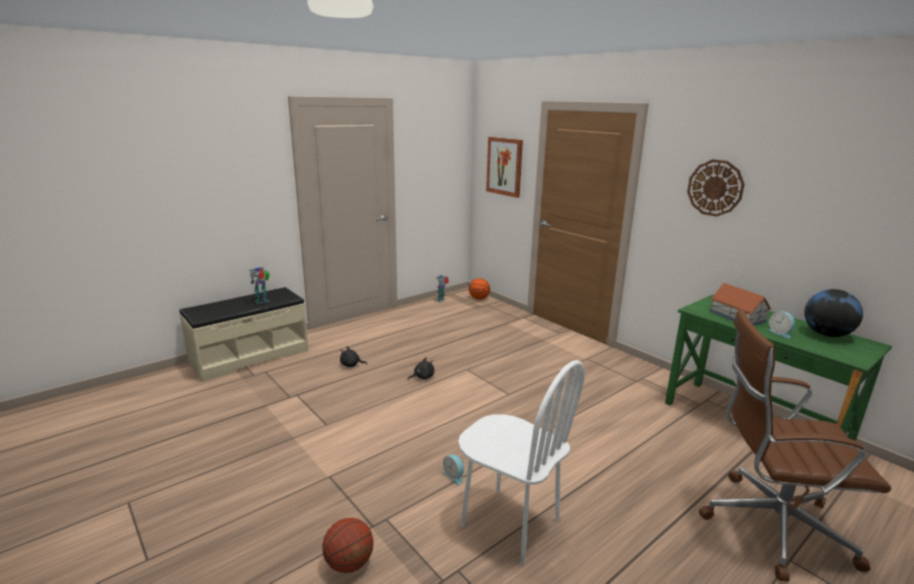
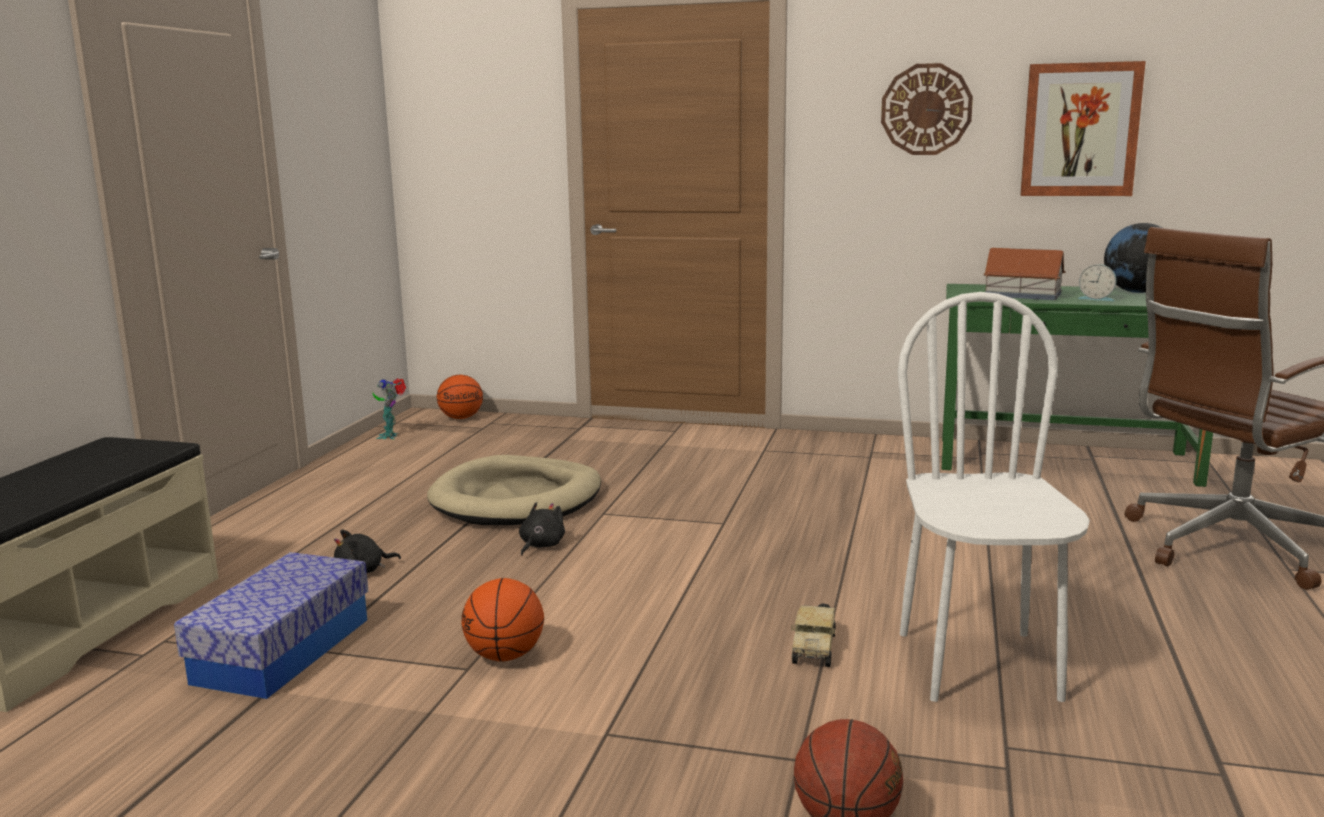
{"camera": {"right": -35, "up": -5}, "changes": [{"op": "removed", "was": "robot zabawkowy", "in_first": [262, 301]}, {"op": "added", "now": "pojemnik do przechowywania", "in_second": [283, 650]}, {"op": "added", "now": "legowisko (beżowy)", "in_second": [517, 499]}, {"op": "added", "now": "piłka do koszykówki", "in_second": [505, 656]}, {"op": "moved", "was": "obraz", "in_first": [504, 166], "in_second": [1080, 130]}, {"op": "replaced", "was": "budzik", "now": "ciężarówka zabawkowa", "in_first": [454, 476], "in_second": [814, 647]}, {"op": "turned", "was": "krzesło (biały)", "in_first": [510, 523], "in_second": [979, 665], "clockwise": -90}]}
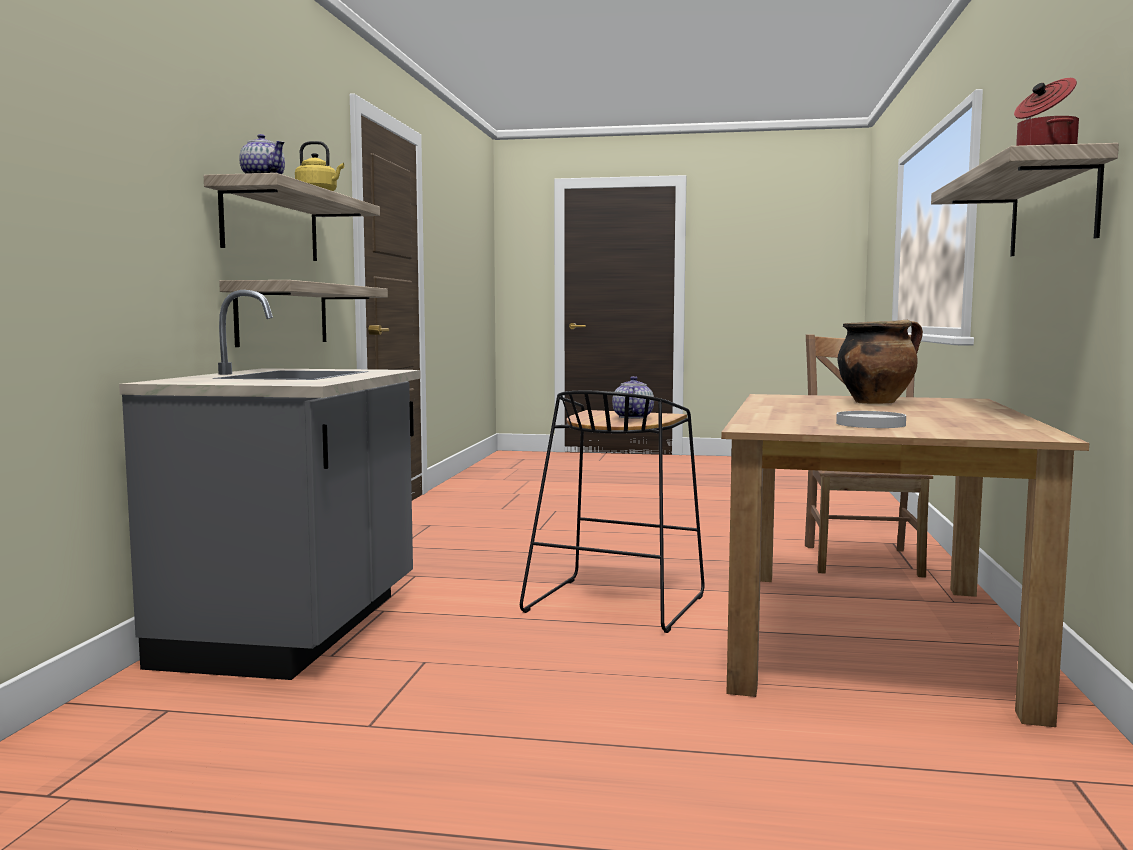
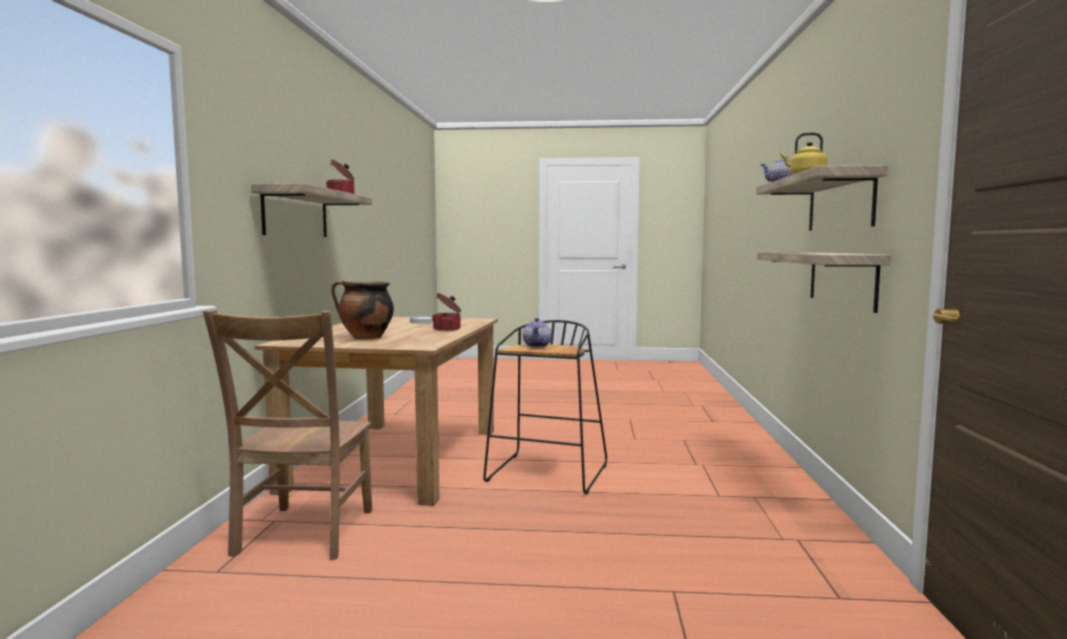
{"camera": {"right": 175, "up": 0}, "changes": [{"op": "removed", "was": "zabudowa kuchenna (szary)", "in_first": [296, 629]}, {"op": "added", "now": "garnek", "in_second": [447, 329]}]}
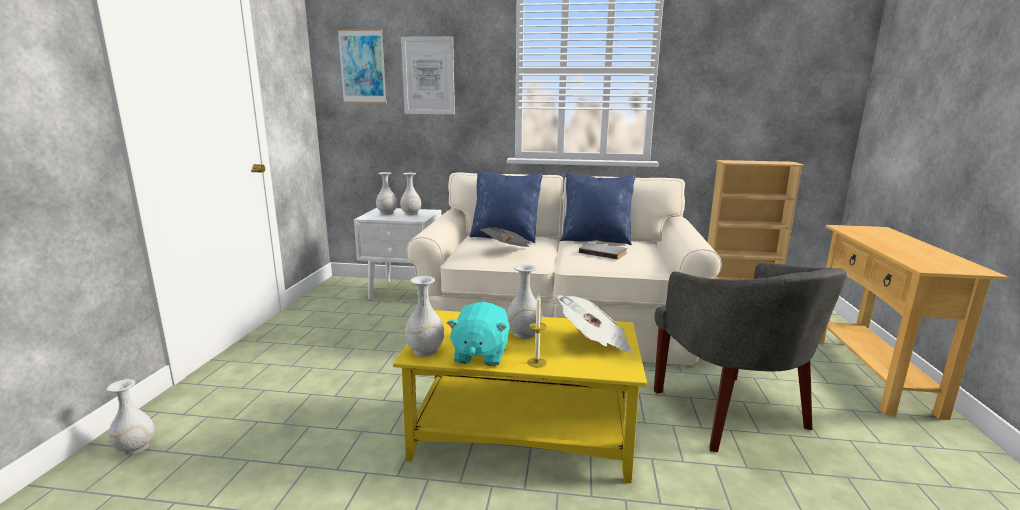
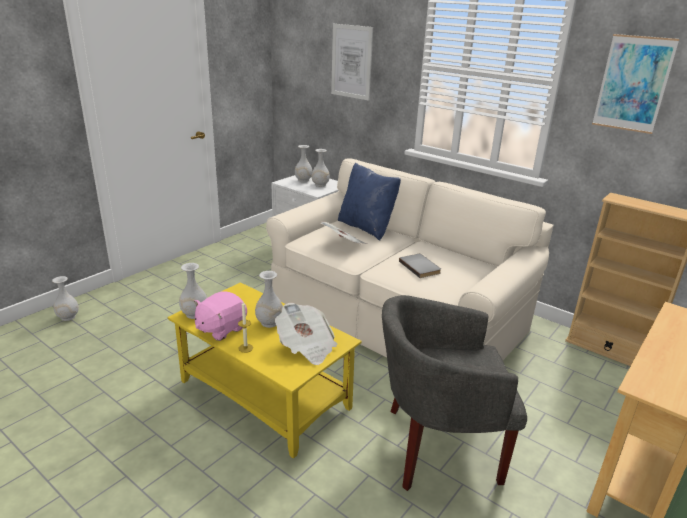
{"camera": {"right": 30, "up": 10}, "changes": [{"op": "removed", "was": "poduszka (niebieski)", "in_first": [596, 240]}, {"op": "moved", "was": "obraz", "in_first": [362, 66], "in_second": [633, 84]}, {"op": "recoloured", "was": "pluszak (turkusowy)", "now": "pluszak (różowy)", "in_first": [480, 354], "in_second": [221, 329]}, {"op": "turned", "was": "fotel (szary)", "in_first": [731, 414], "in_second": [437, 446], "clockwise": 75}]}
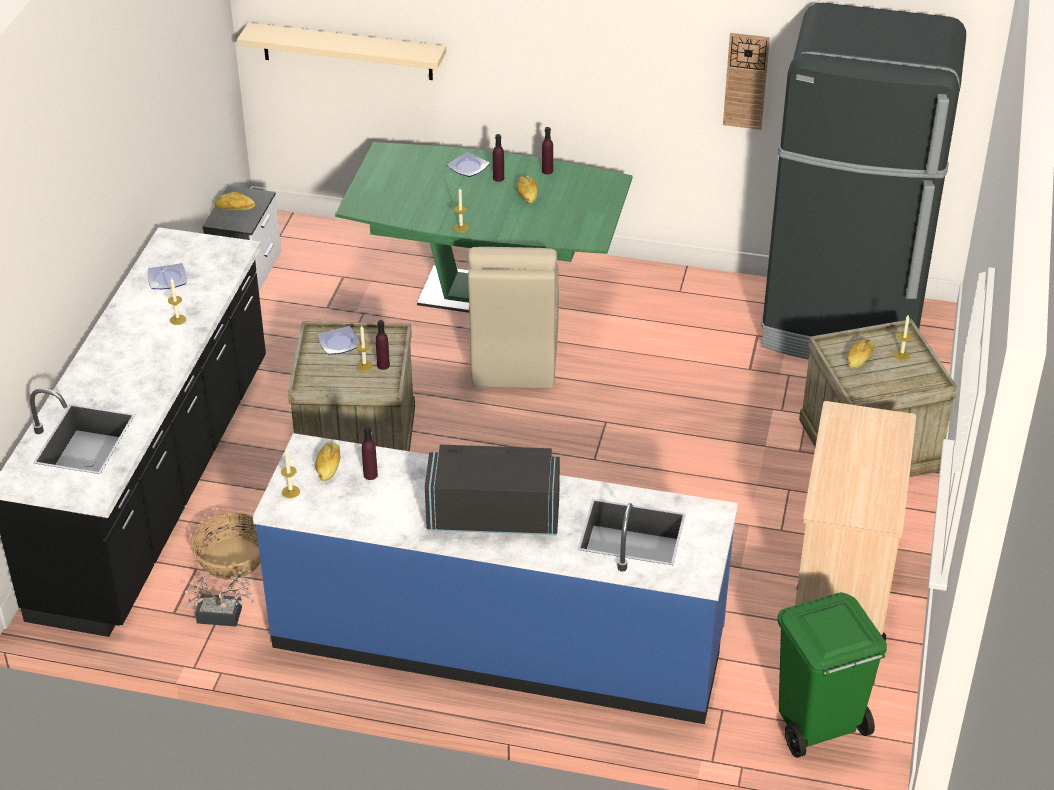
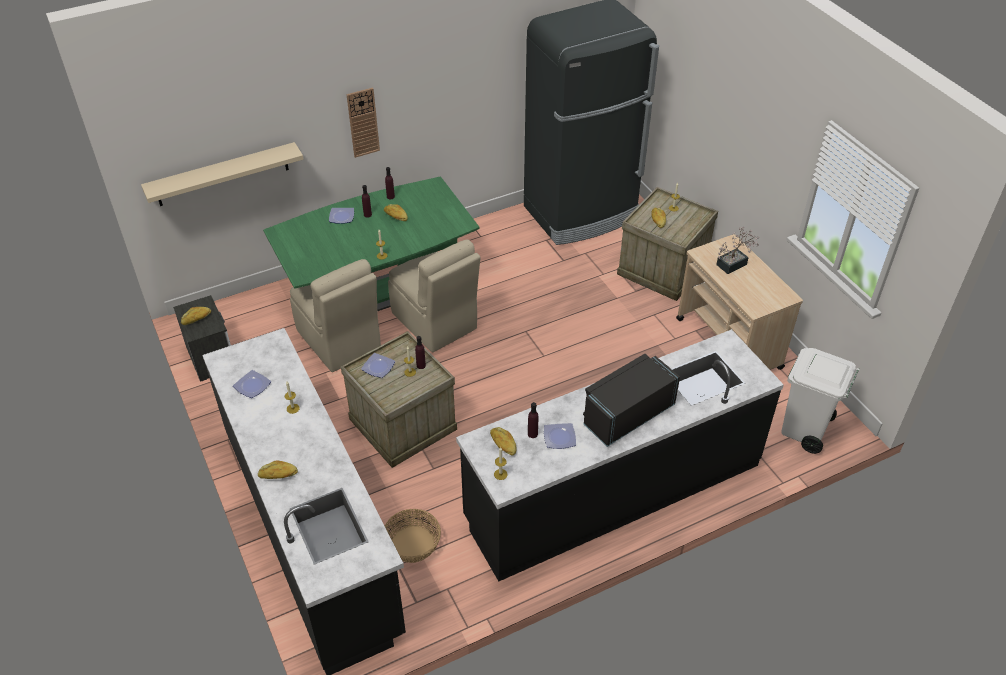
{"camera": {"right": -40, "up": 5}, "changes": [{"op": "added", "now": "chleb", "in_second": [278, 475]}, {"op": "added", "now": "krzesło (beżowy)", "in_second": [339, 341]}, {"op": "added", "now": "talerz", "in_second": [559, 437]}, {"op": "moved", "was": "roślina doniczkowa", "in_first": [225, 616], "in_second": [734, 263]}, {"op": "moved", "was": "zegar ścienny", "in_first": [746, 81], "in_second": [363, 122]}, {"op": "recoloured", "was": "zabudowa kuchenna (niebieski)", "now": "zabudowa kuchenna (czarny)", "in_first": [498, 641], "in_second": [613, 491]}, {"op": "recoloured", "was": "kosz na śmieci (zielony)", "now": "kosz na śmieci (biały)", "in_first": [818, 726], "in_second": [805, 430]}]}
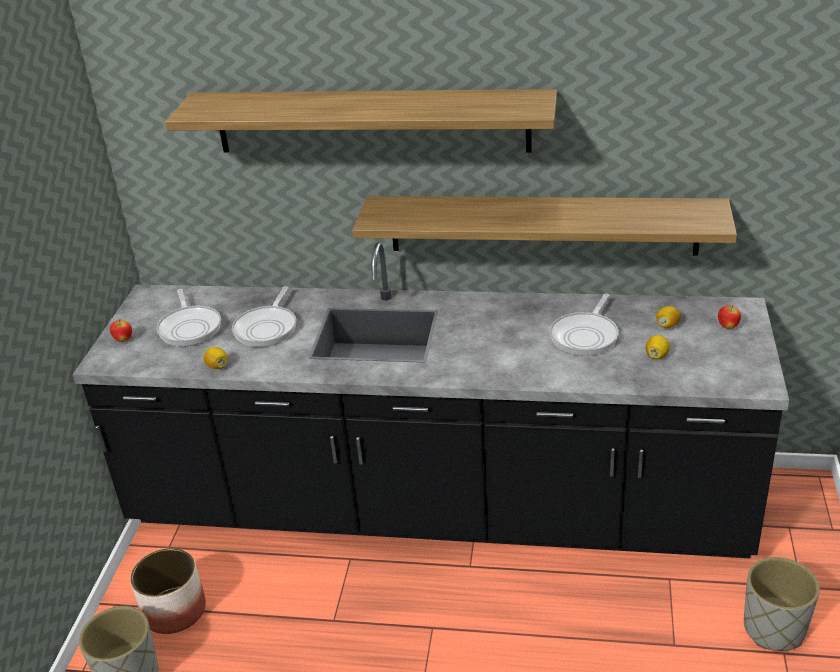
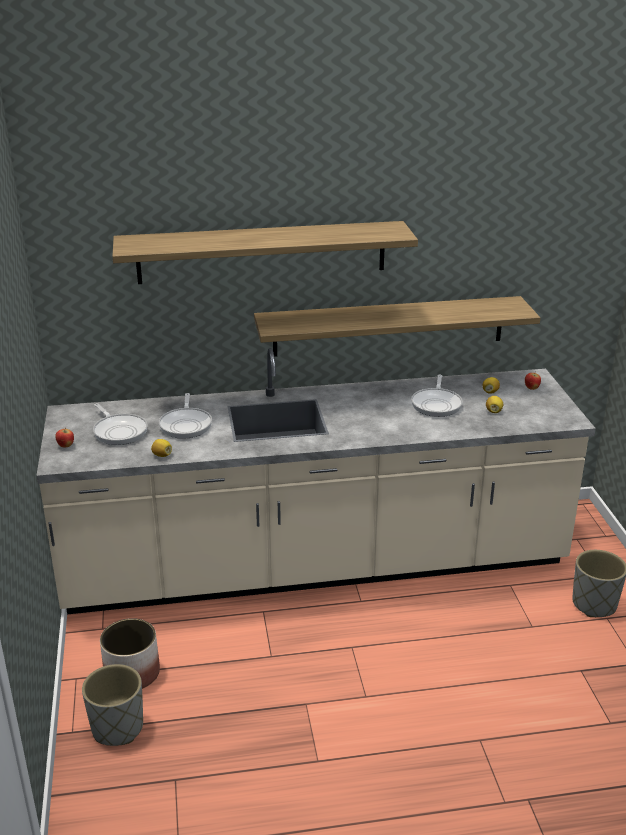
{"camera": {"right": -20, "up": -5}, "changes": [{"op": "recoloured", "was": "zabudowa kuchenna (czarny)", "now": "zabudowa kuchenna (beżowy)", "in_first": [433, 507], "in_second": [313, 565]}]}
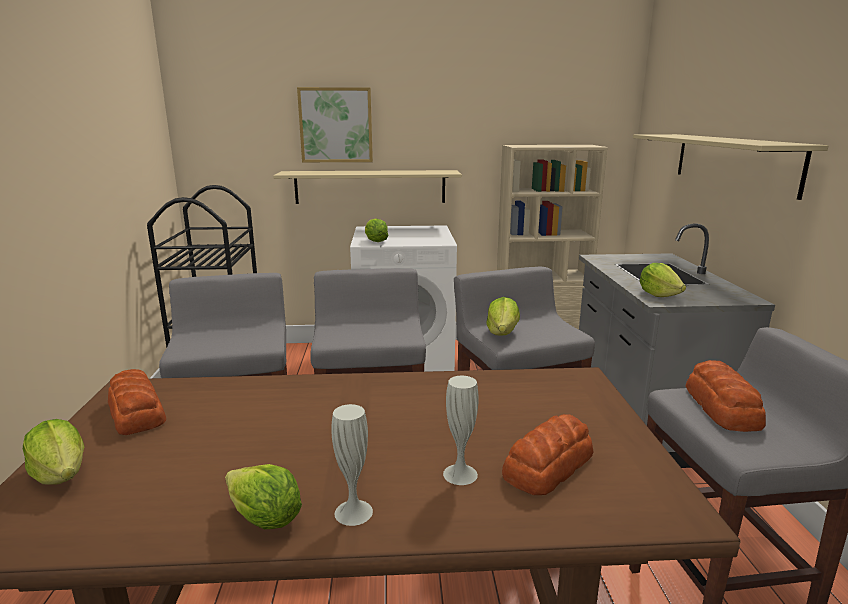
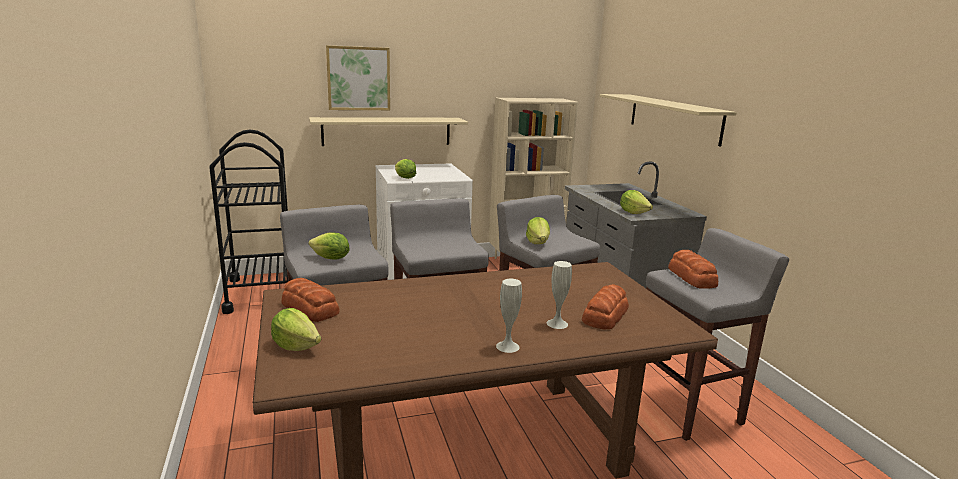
{"camera": {"right": -15, "up": 0}, "changes": [{"op": "moved", "was": "sałata", "in_first": [265, 519], "in_second": [330, 259]}]}
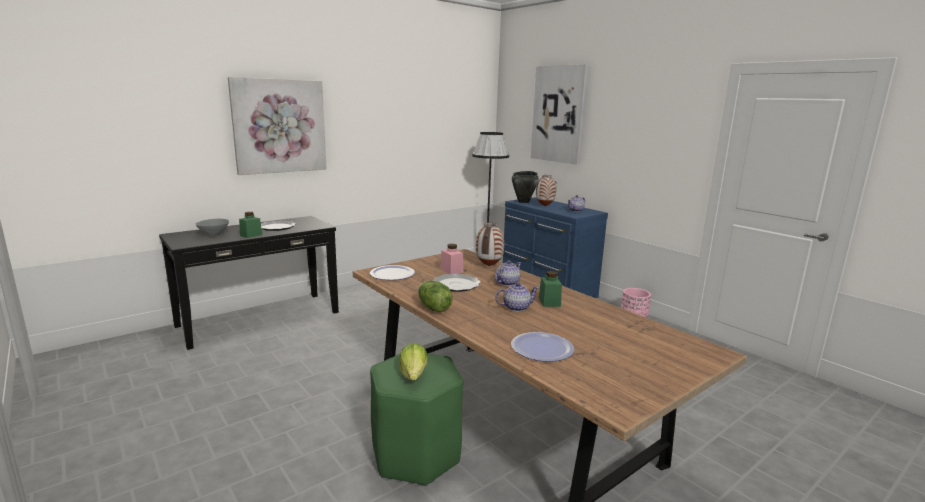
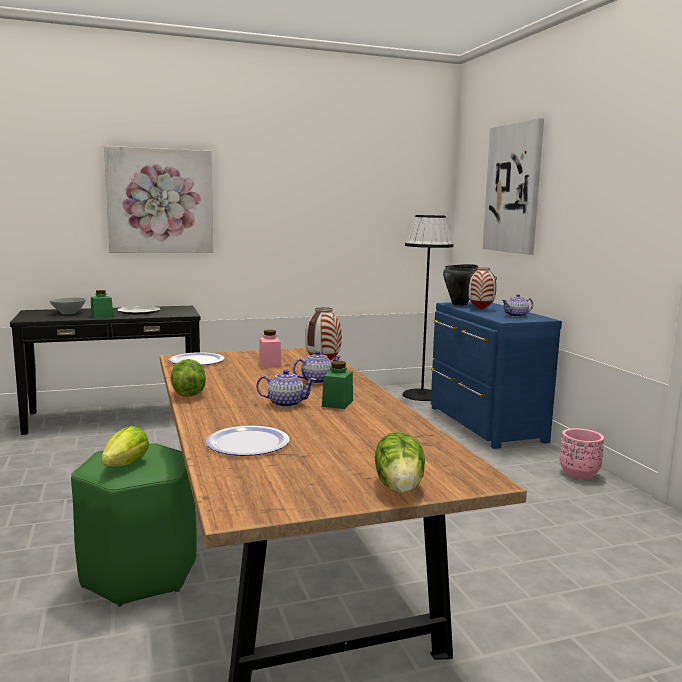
{"camera": {"right": 20, "up": -5}, "changes": [{"op": "removed", "was": "talerz", "in_first": [456, 285]}, {"op": "added", "now": "sałata", "in_second": [400, 486]}]}
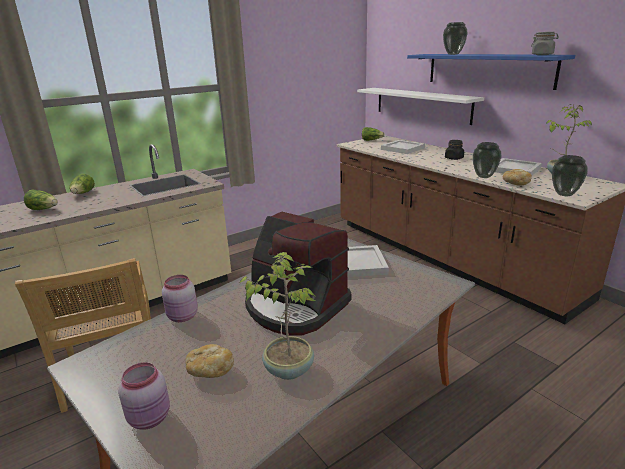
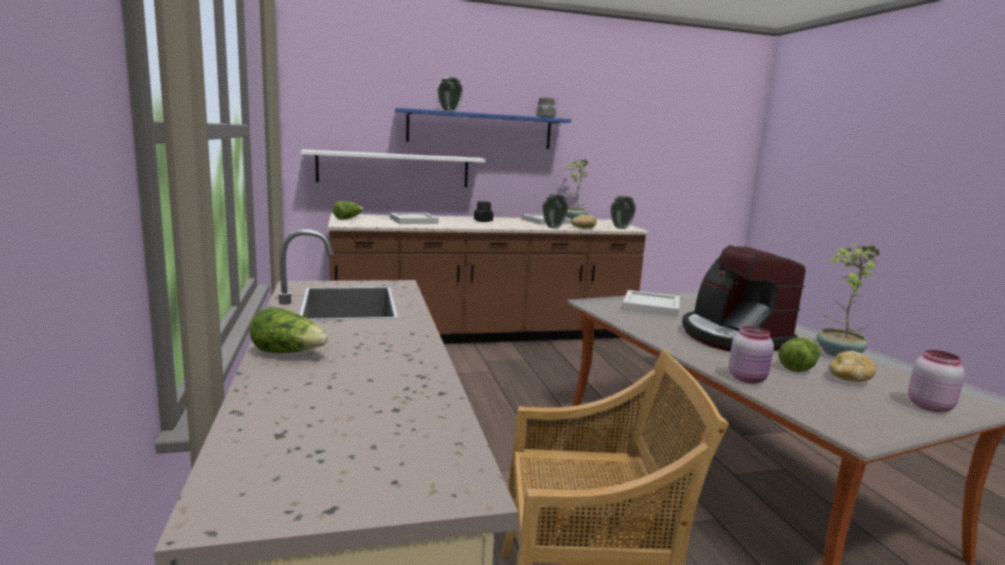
{"camera": {"right": -70, "up": -10}, "changes": [{"op": "moved", "was": "sałata", "in_first": [44, 209], "in_second": [797, 367]}, {"op": "turned", "was": "ekspres do kawy", "in_first": [295, 306], "in_second": [732, 337], "clockwise": 105}]}
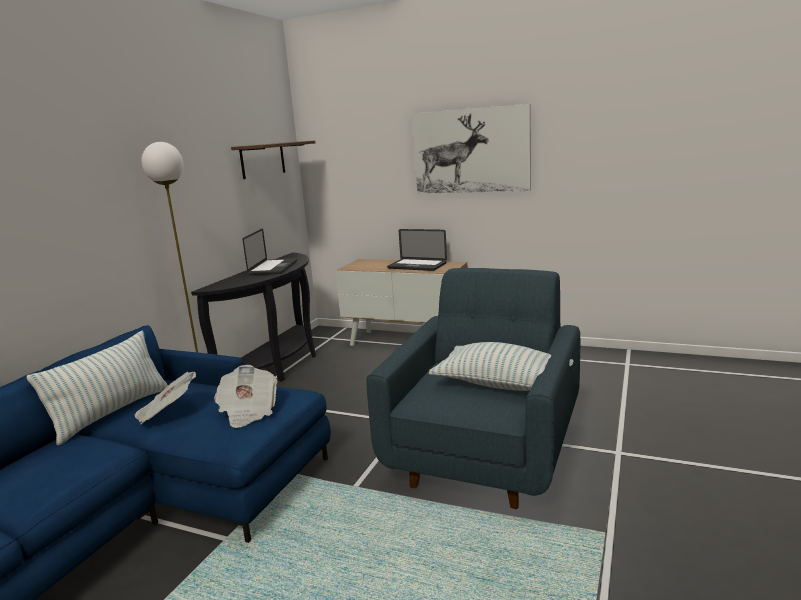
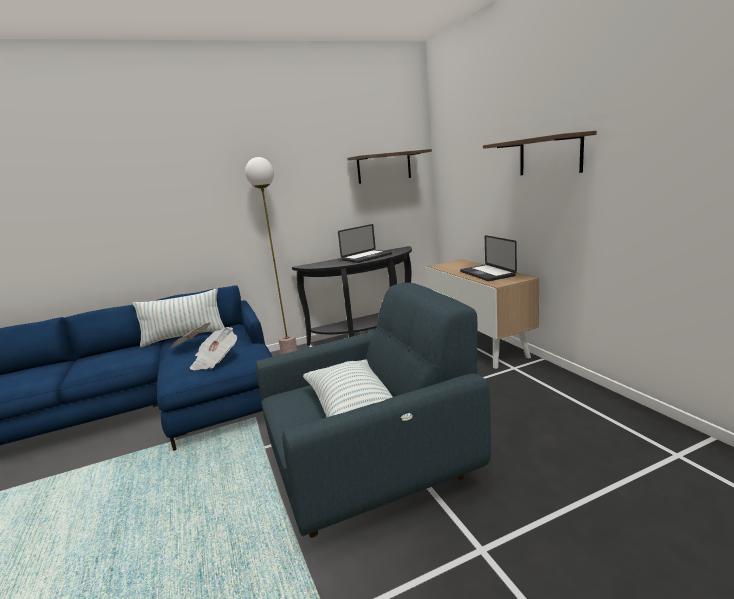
{"camera": {"right": 45, "up": 0}, "changes": [{"op": "replaced", "was": "obraz", "now": "półka", "in_first": [471, 151], "in_second": [549, 155]}]}
